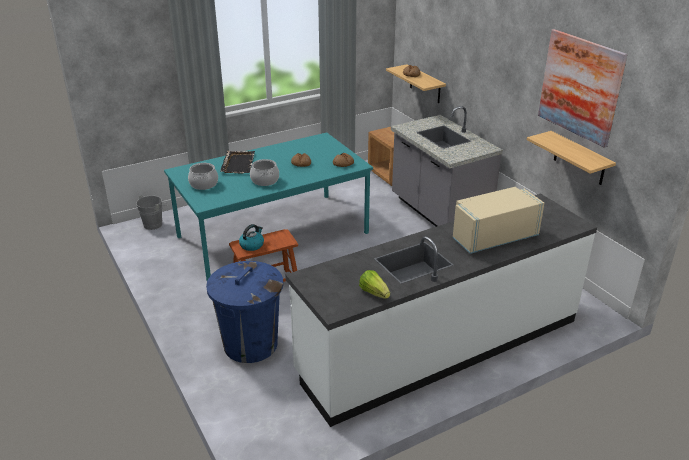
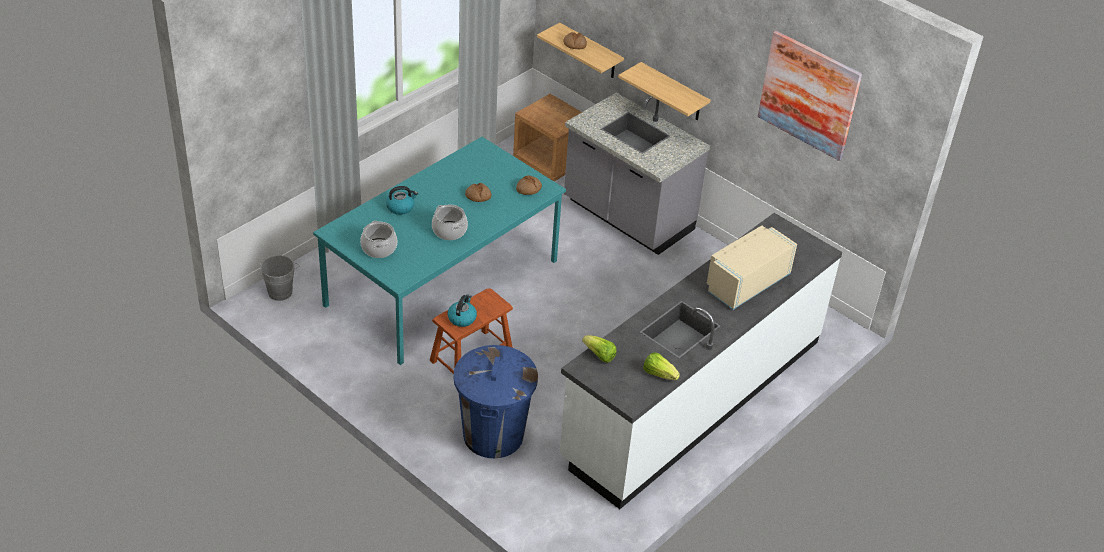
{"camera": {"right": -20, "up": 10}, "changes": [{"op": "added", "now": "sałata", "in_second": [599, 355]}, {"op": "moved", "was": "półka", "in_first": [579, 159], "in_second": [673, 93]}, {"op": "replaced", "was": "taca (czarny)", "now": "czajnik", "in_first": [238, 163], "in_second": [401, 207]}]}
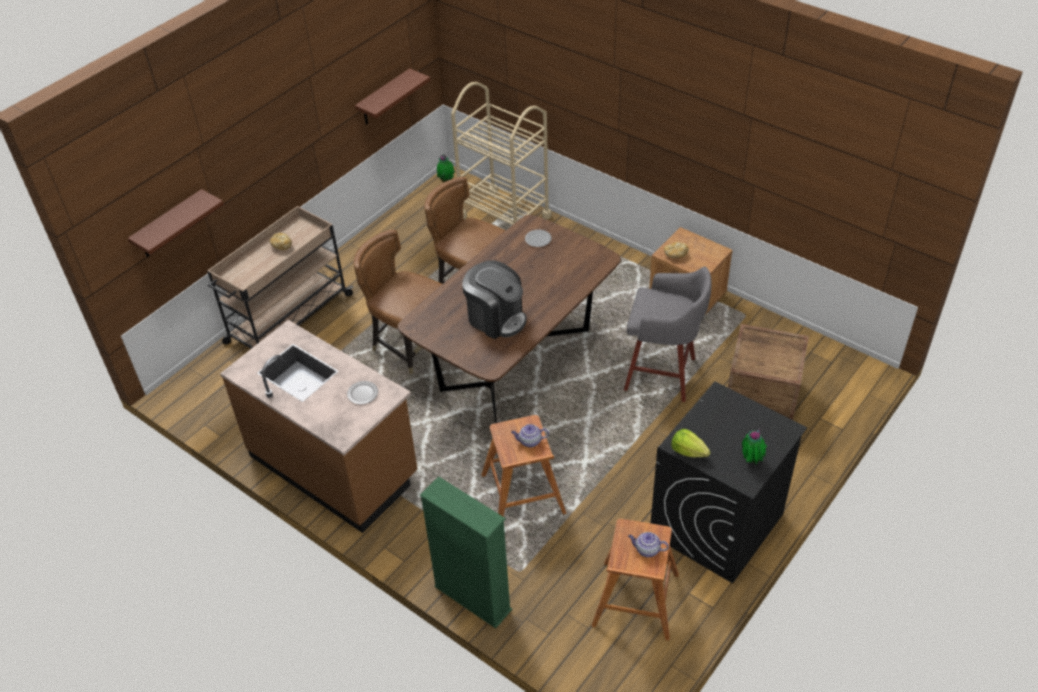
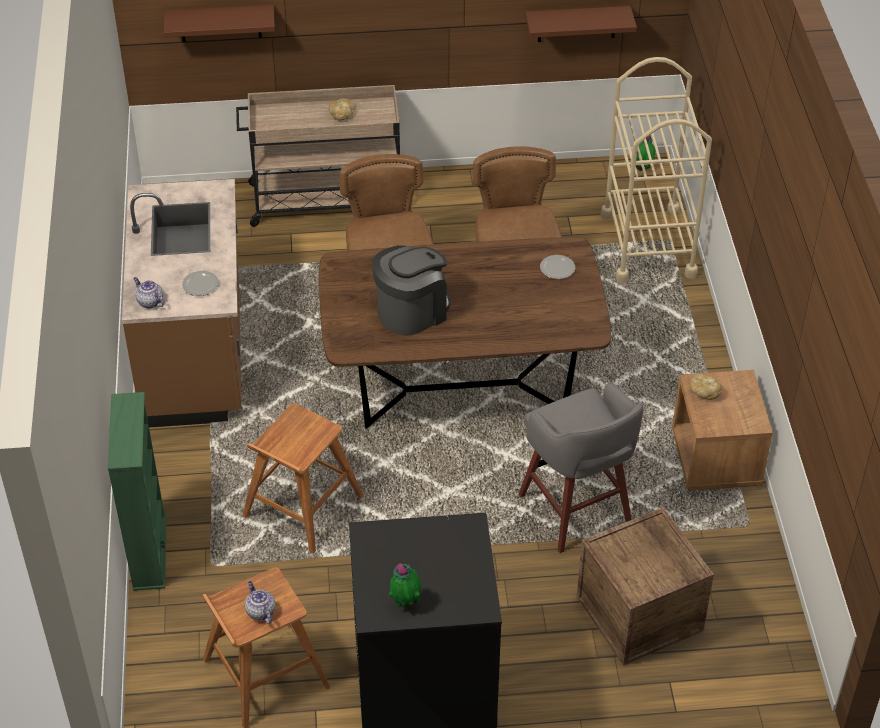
{"camera": {"right": 45, "up": 0}, "changes": [{"op": "removed", "was": "sałata", "in_first": [688, 451]}, {"op": "moved", "was": "imbryk", "in_first": [529, 441], "in_second": [149, 302]}, {"op": "turned", "was": "ekspres do kawy", "in_first": [496, 318], "in_second": [412, 311], "clockwise": -120}]}
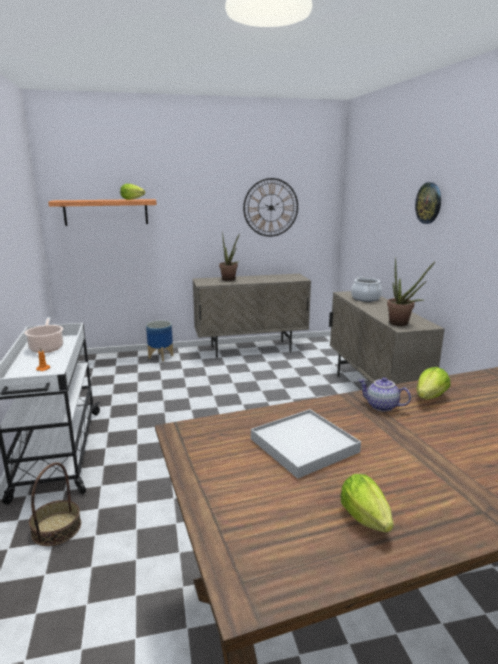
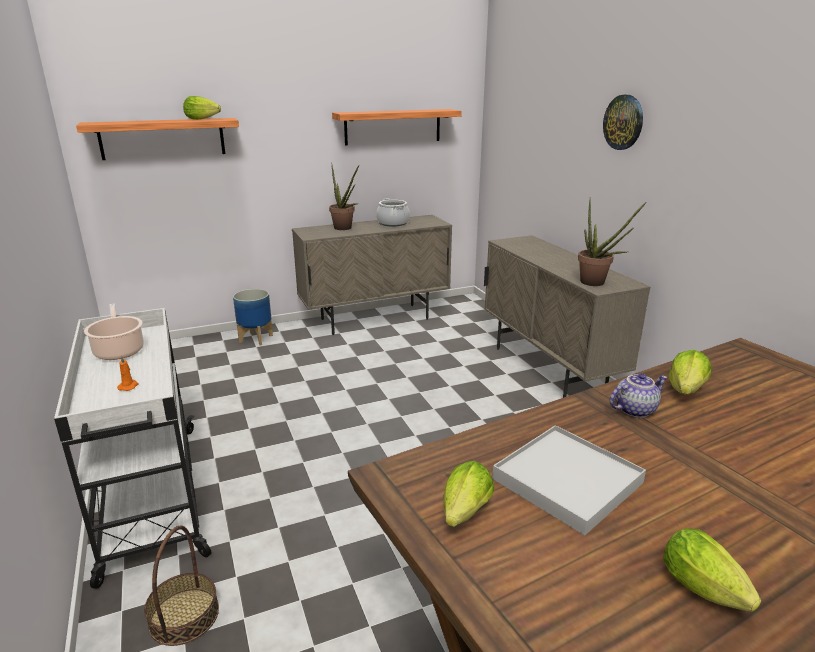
{"camera": {"right": -10, "up": 5}, "changes": [{"op": "added", "now": "sałata", "in_second": [463, 515]}, {"op": "moved", "was": "garnek", "in_first": [365, 298], "in_second": [393, 223]}, {"op": "replaced", "was": "zegar ścienny", "now": "półka", "in_first": [271, 207], "in_second": [393, 126]}, {"op": "turned", "was": "imbryk", "in_first": [381, 407], "in_second": [634, 409], "clockwise": 135}]}
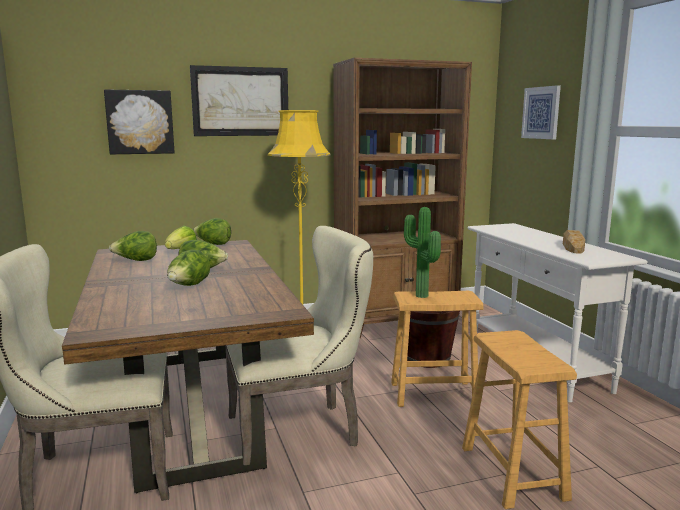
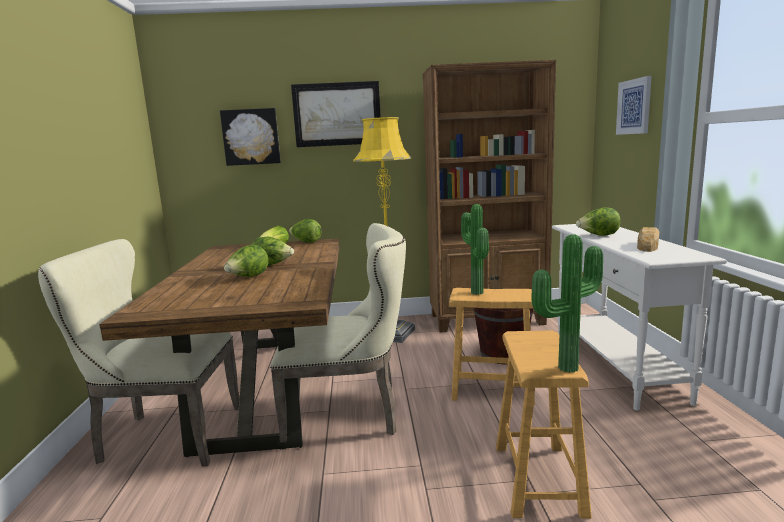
{"camera": {"right": 15, "up": 0}, "changes": [{"op": "added", "now": "roślina doniczkowa", "in_second": [565, 367]}, {"op": "moved", "was": "sałata", "in_first": [136, 261], "in_second": [598, 236]}]}
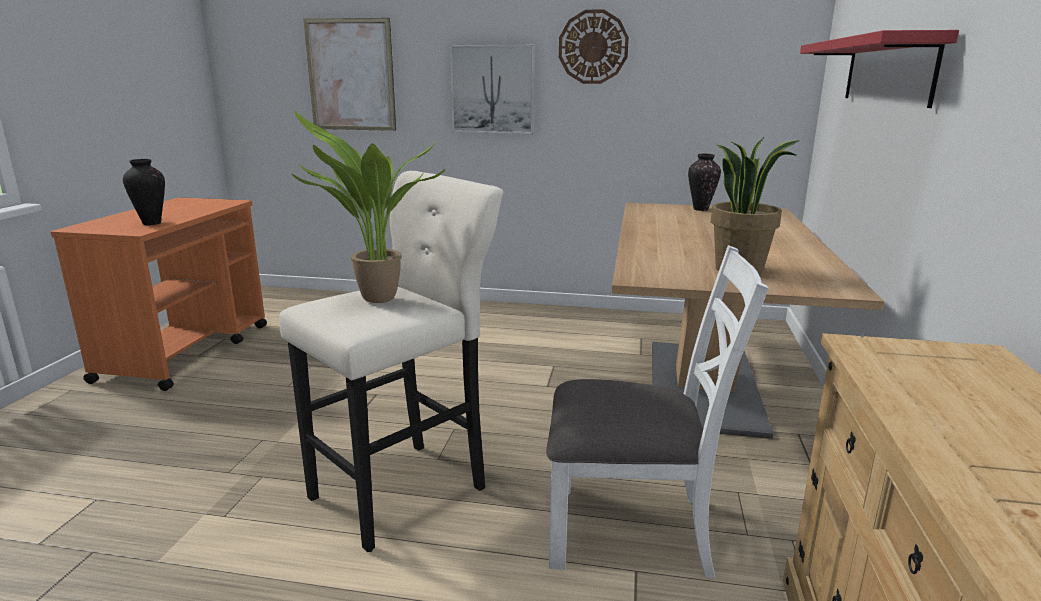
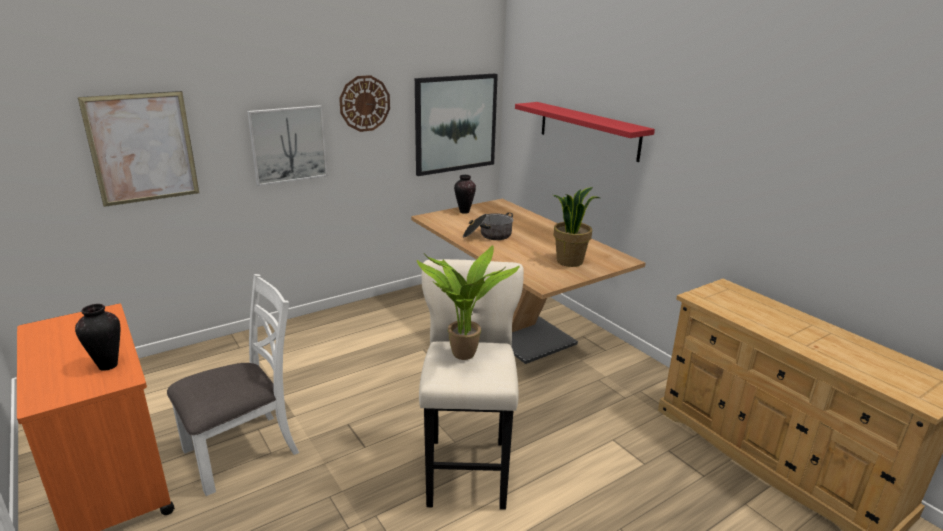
{"camera": {"right": -45, "up": 5}, "changes": [{"op": "added", "now": "obraz", "in_second": [455, 123]}, {"op": "added", "now": "garnek", "in_second": [488, 235]}, {"op": "moved", "was": "krzesło (biały)", "in_first": [631, 529], "in_second": [242, 451]}]}
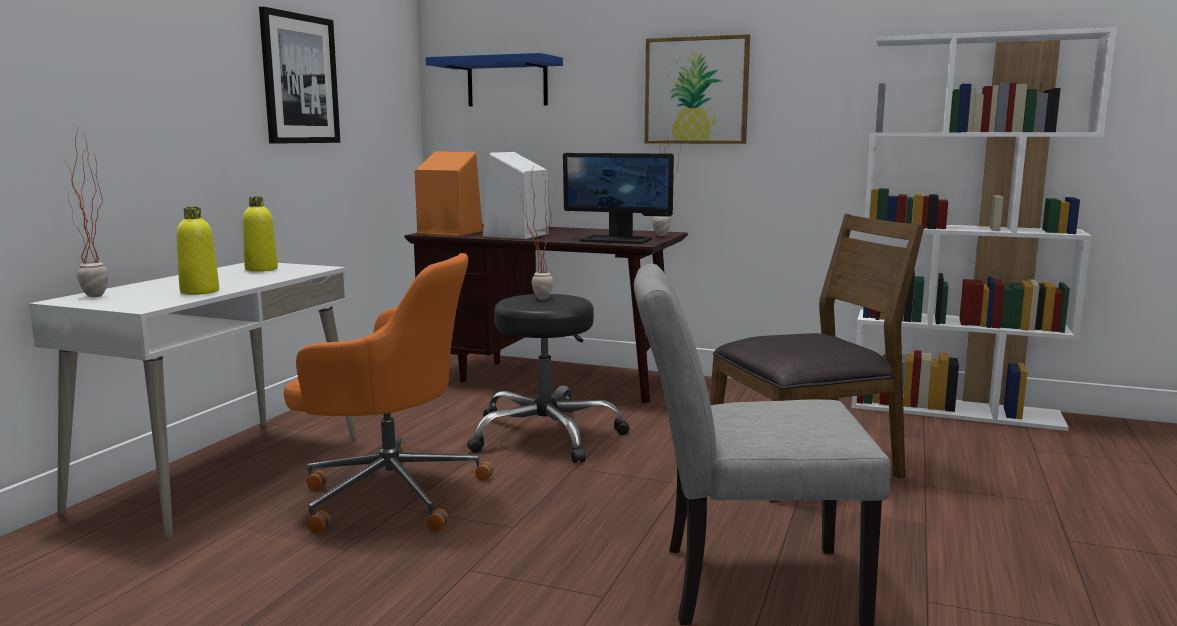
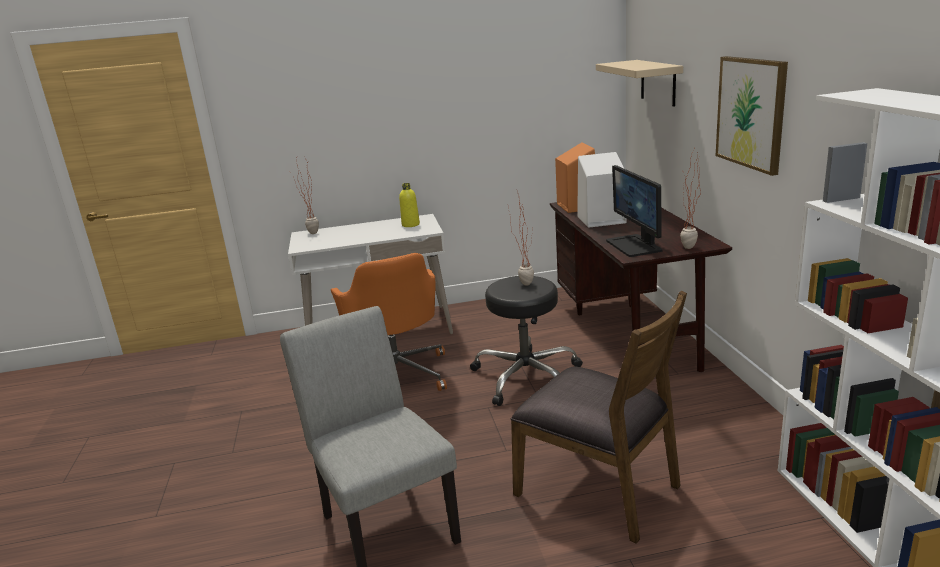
{"camera": {"right": 60, "up": 10}, "changes": [{"op": "removed", "was": "butelka (żółty)", "in_first": [199, 291]}, {"op": "removed", "was": "obraz", "in_first": [299, 79]}, {"op": "recoloured", "was": "półka (niebieski)", "now": "półka (beżowy)", "in_first": [507, 82], "in_second": [658, 82]}]}
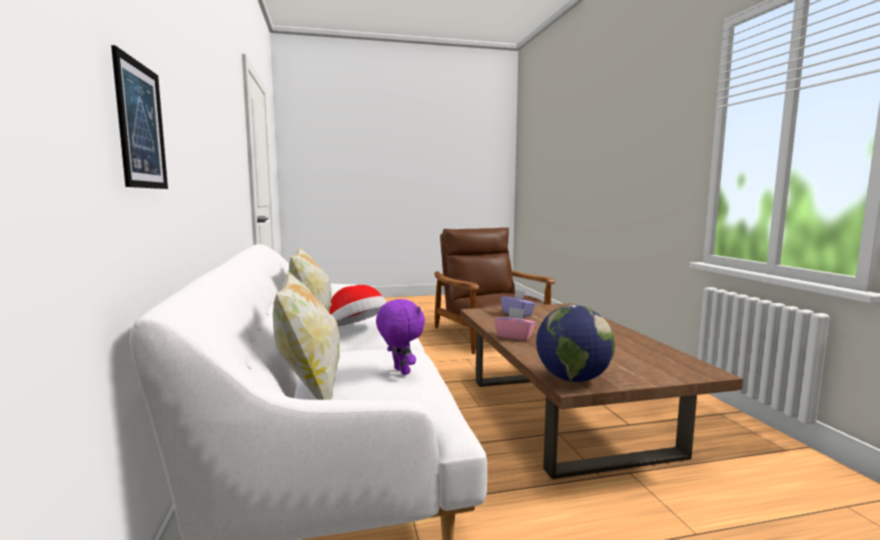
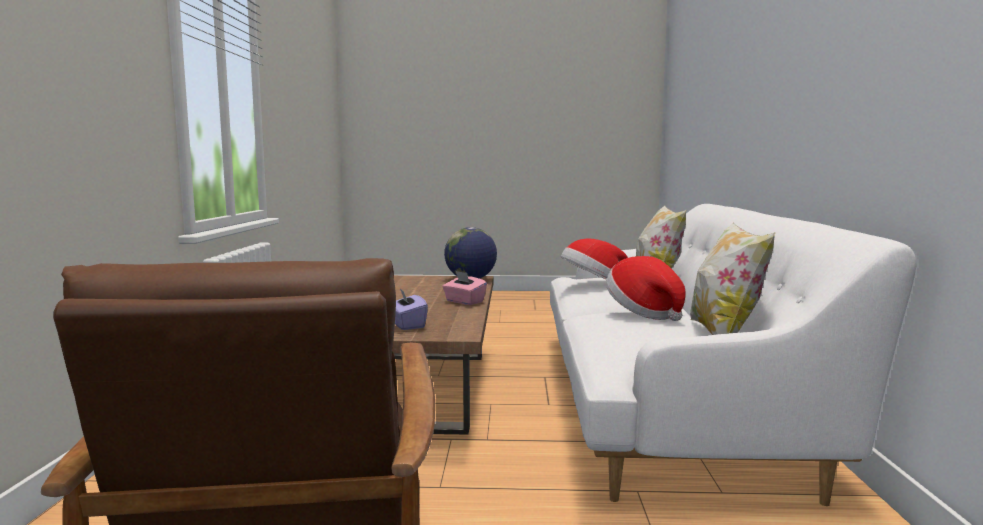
{"camera": {"right": -165, "up": 0}, "changes": [{"op": "removed", "was": "obraz", "in_first": [141, 126]}, {"op": "replaced", "was": "pluszak (fioletowy)", "now": "kapelusz", "in_first": [400, 371], "in_second": [592, 284]}]}
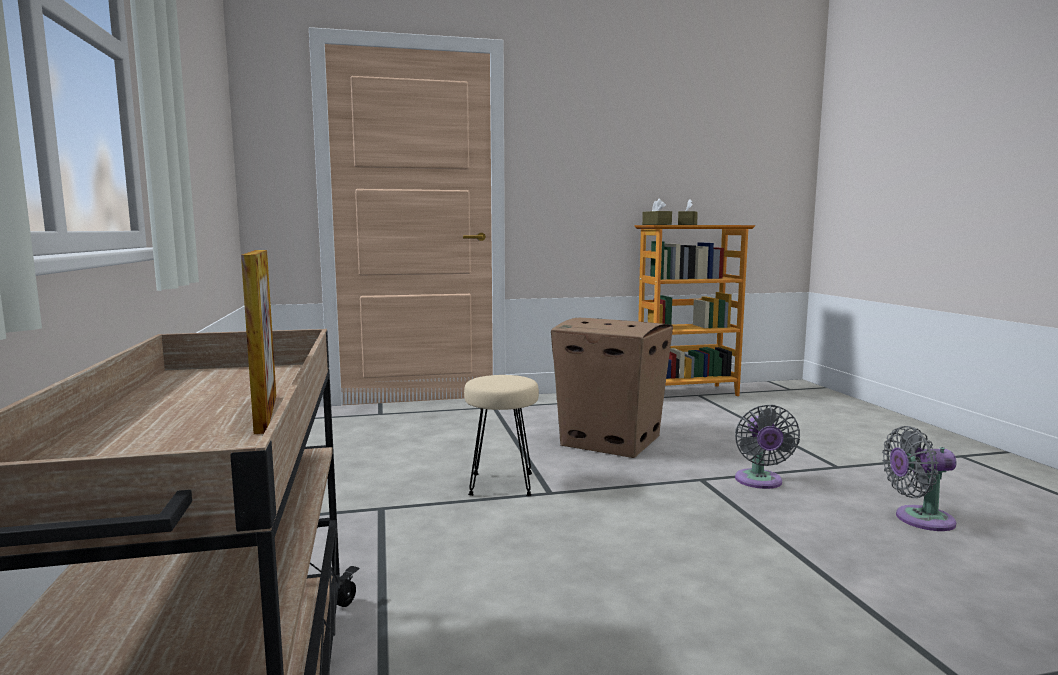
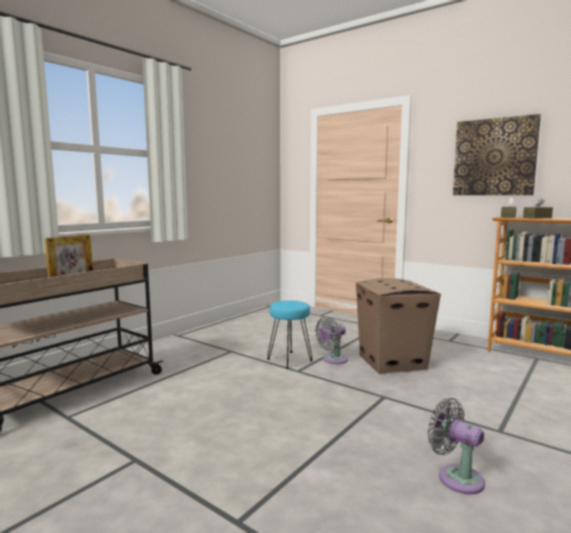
{"camera": {"right": 50, "up": 0}, "changes": [{"op": "added", "now": "obraz", "in_second": [494, 157]}, {"op": "moved", "was": "wentylator (szary)", "in_first": [759, 482], "in_second": [333, 360]}, {"op": "recoloured", "was": "stołek (beżowy)", "now": "stołek (turkusowy)", "in_first": [502, 484], "in_second": [289, 360]}]}
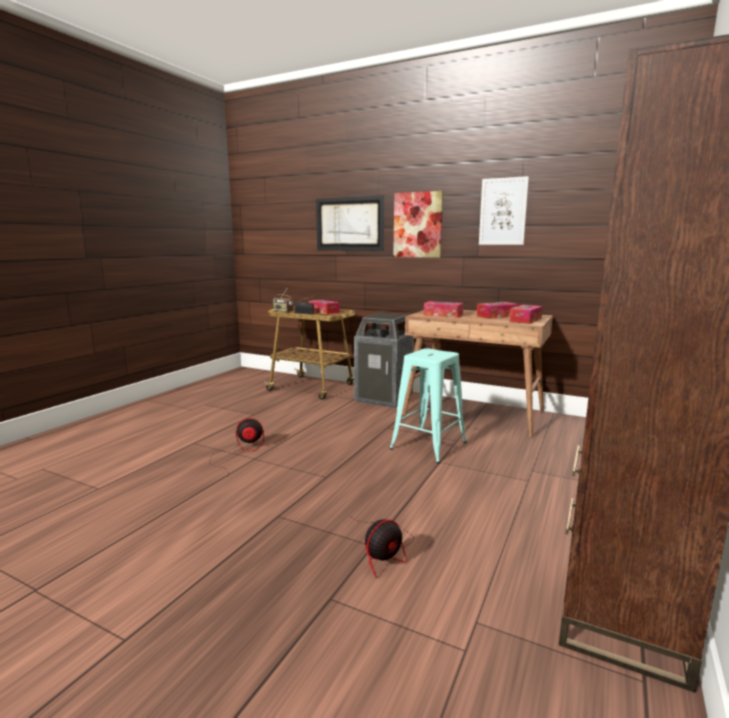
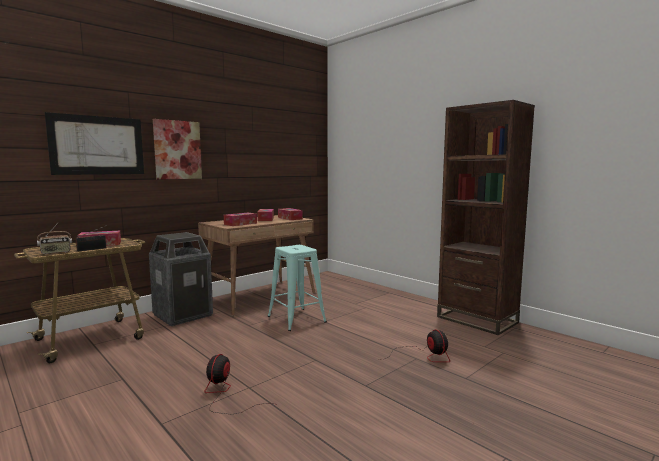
{"camera": {"right": -70, "up": -5}, "changes": [{"op": "removed", "was": "obraz", "in_first": [503, 211]}]}
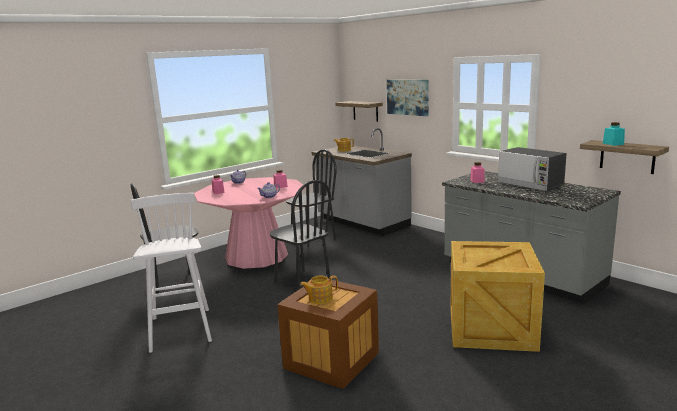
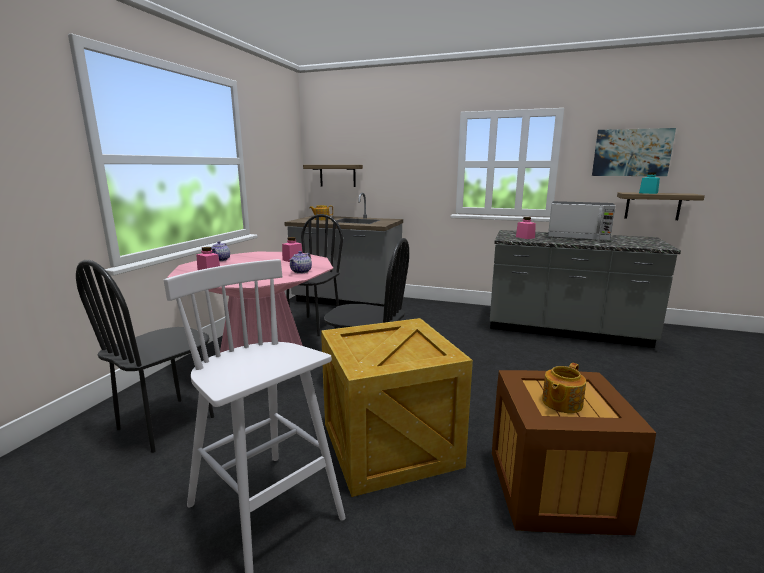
{"camera": {"right": -30, "up": 0}, "changes": [{"op": "moved", "was": "obraz", "in_first": [408, 97], "in_second": [631, 152]}, {"op": "moved", "was": "skrzynka", "in_first": [490, 329], "in_second": [388, 446]}]}
